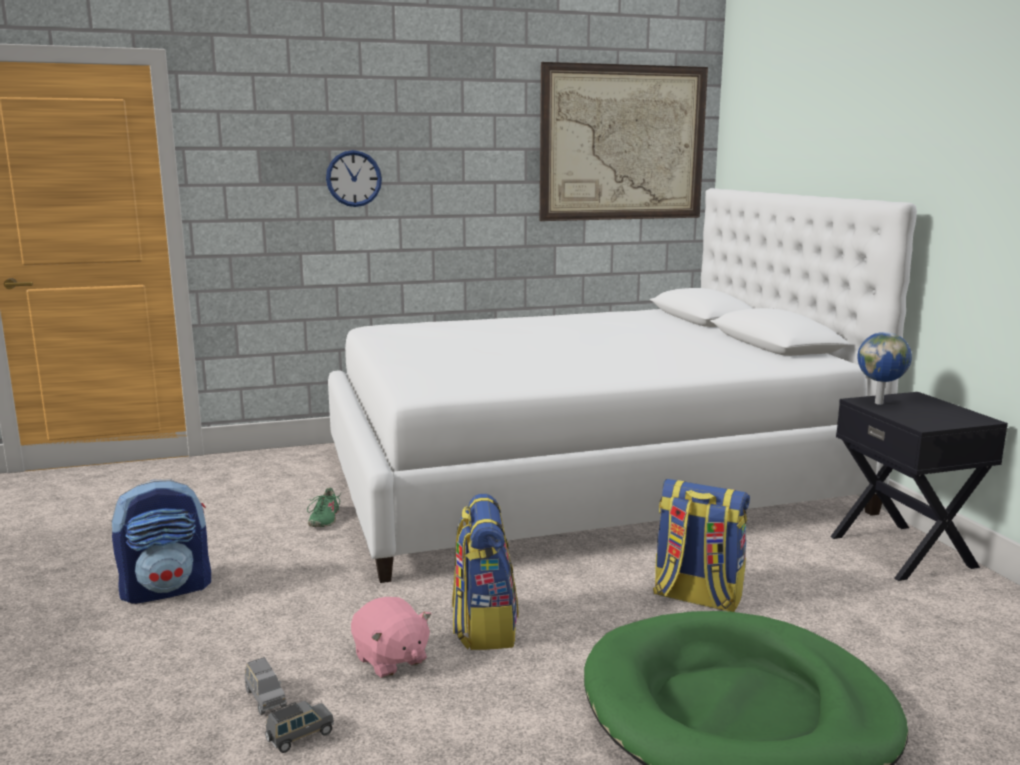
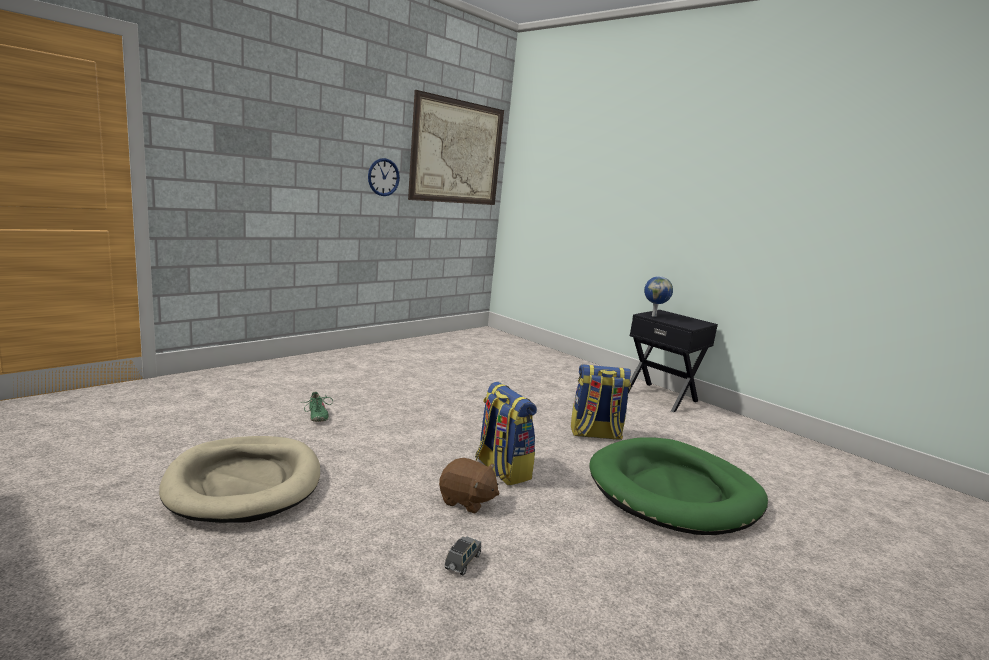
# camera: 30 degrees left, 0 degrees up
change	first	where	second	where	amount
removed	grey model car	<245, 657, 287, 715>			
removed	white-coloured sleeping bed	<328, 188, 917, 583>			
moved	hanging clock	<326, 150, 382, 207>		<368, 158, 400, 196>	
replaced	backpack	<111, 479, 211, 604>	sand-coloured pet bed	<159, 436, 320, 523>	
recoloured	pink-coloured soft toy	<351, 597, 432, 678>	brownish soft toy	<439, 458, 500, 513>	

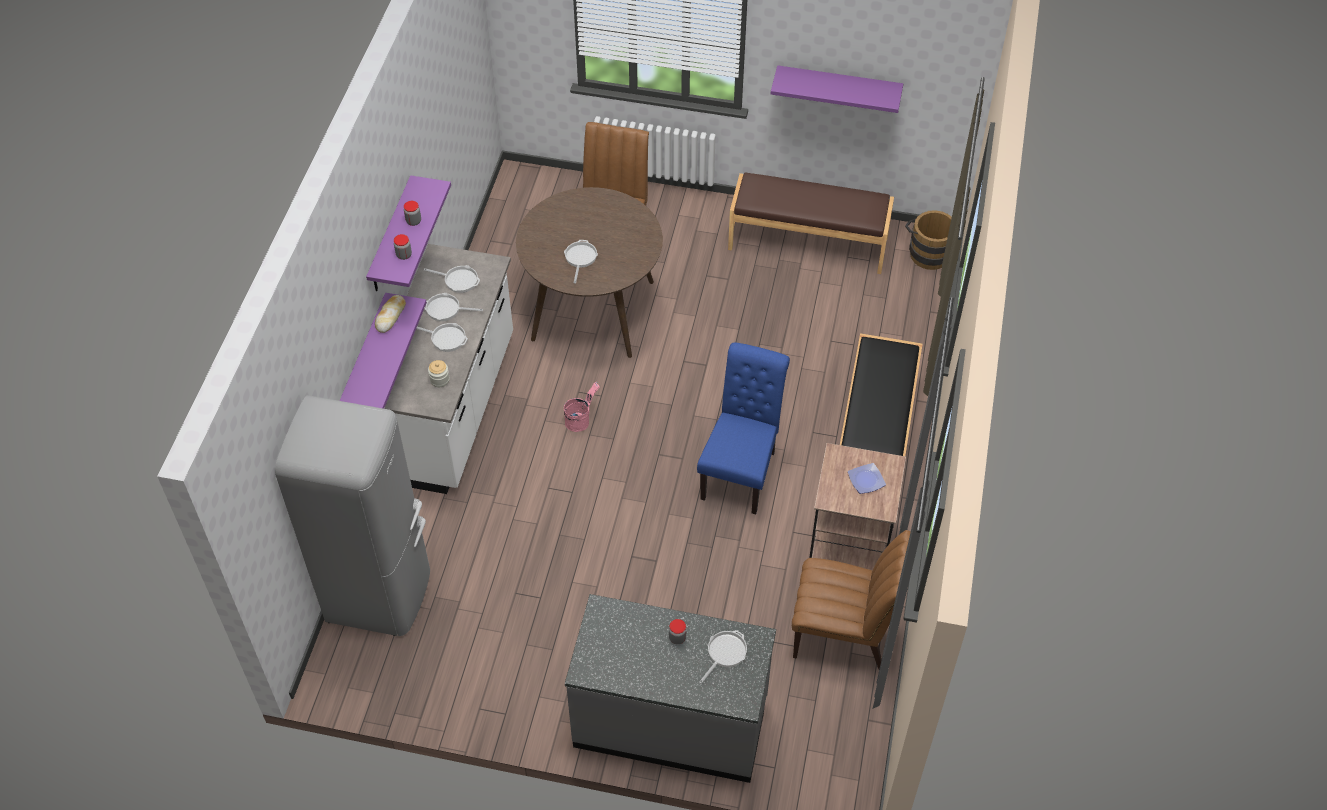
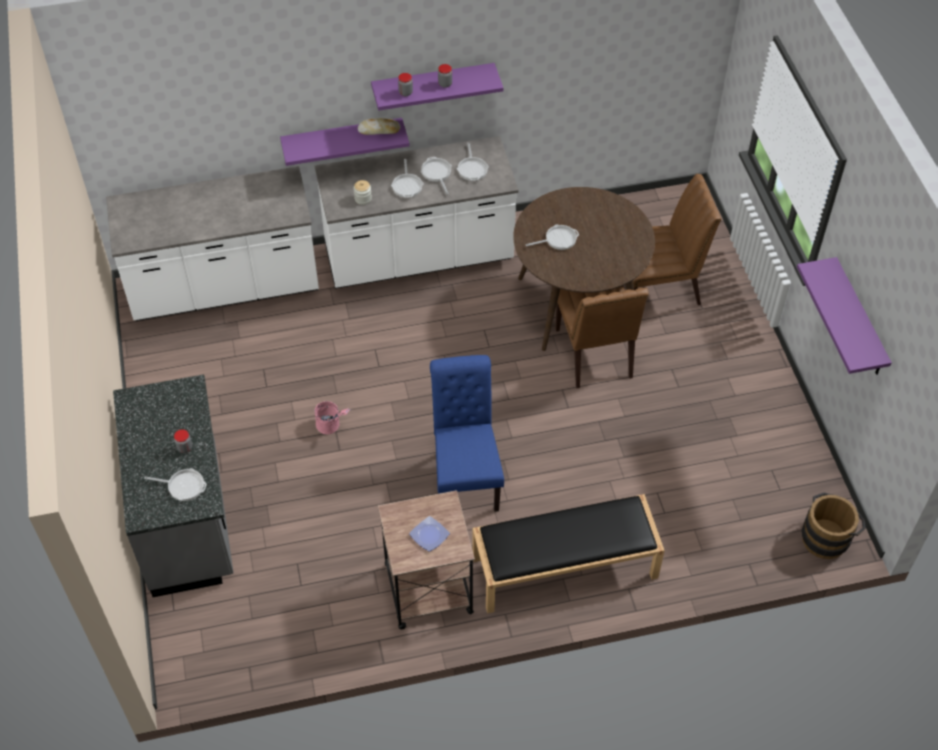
# camera: 65 degrees right, 0 degrees up
change	first	where	second	where	amount
removed	brownish indoor bench	<728, 172, 894, 274>			
moved	pink-coloured pail	<564, 382, 600, 432>		<315, 401, 351, 434>	
moved	brownish upright chair	<792, 530, 911, 669>		<556, 286, 649, 388>	
replaced	grey fridge	<275, 395, 430, 636>	white-coloured kitchen base unit	<106, 166, 319, 321>	
turned	blue upright chair	<697, 342, 790, 514>		<430, 355, 504, 512>	90 degrees counterclockwise

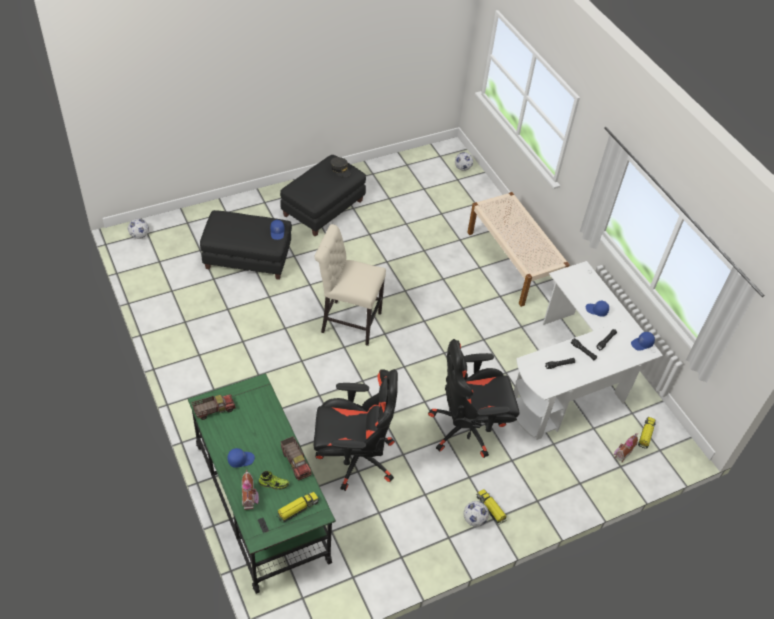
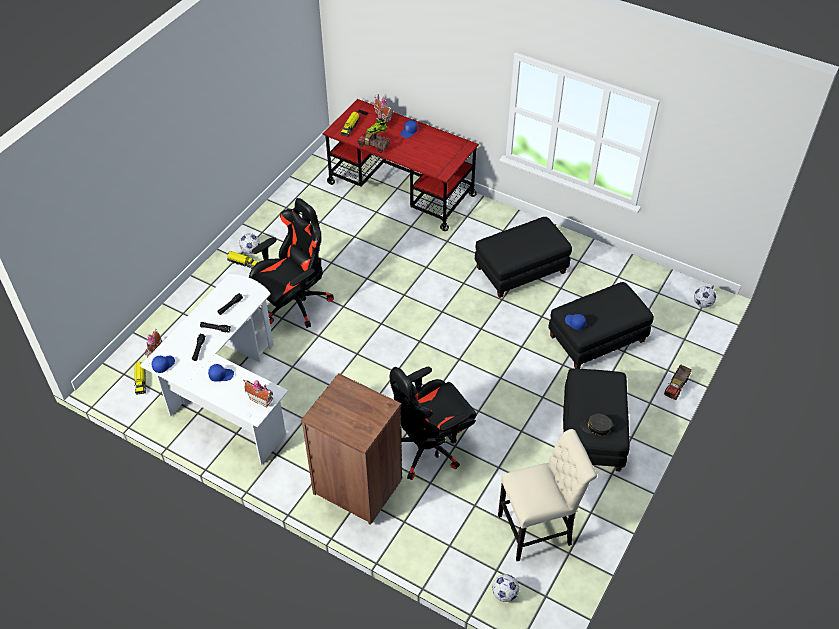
# camera: 150 degrees right, 0 degrees up
change	first	where	second	where	amount
added			miniature house	<243, 380, 273, 407>	
added			black pouffe	<475, 217, 572, 298>	
moved	toy truck	<191, 394, 236, 420>		<664, 364, 692, 400>	
moved	black computer chair	<314, 369, 398, 491>		<390, 367, 476, 480>	
moved	sand-coloured stool seat	<315, 224, 386, 346>		<498, 429, 597, 561>	
replaced	sand-coloured indoor bench	<467, 192, 570, 307>	brownish drawer chest	<301, 373, 402, 525>	
recoloured	greenish desk table	<188, 373, 336, 594>	red desk table	<323, 99, 479, 231>	

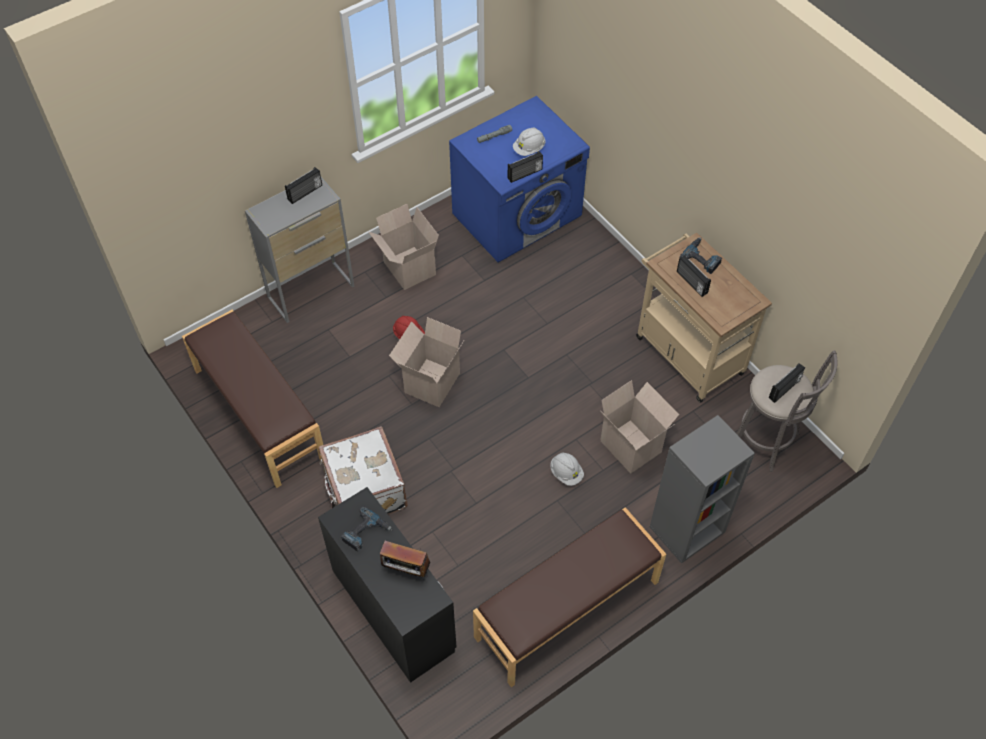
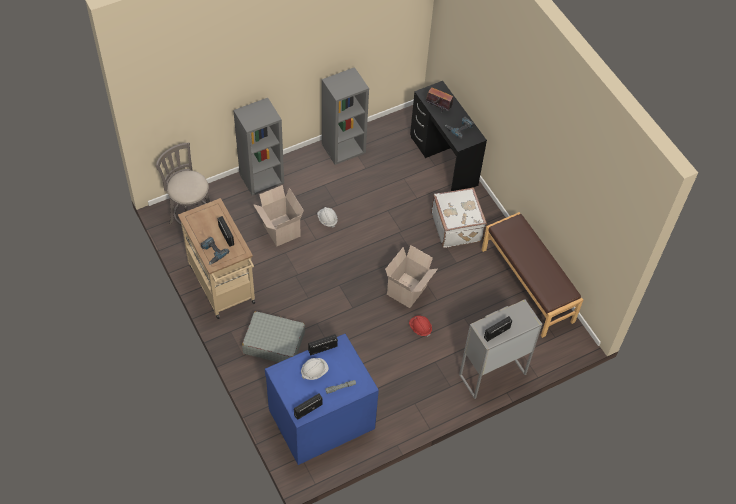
# camera: 175 degrees left, 0 degrees up
change	first	where	second	where	amount
removed	carton	<369, 204, 439, 290>			
added			grey suitcase	<242, 311, 305, 363>	
moved	radio receiver	<769, 363, 805, 403>		<294, 393, 323, 420>	
replaced	brownish indoor bench	<473, 507, 666, 687>	grey bookshelf	<322, 67, 369, 165>	

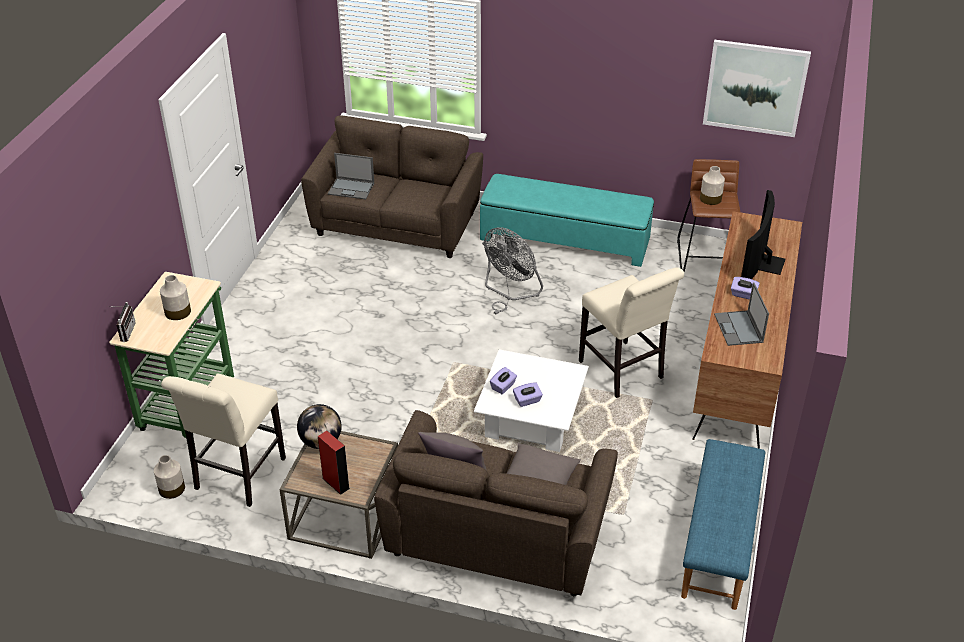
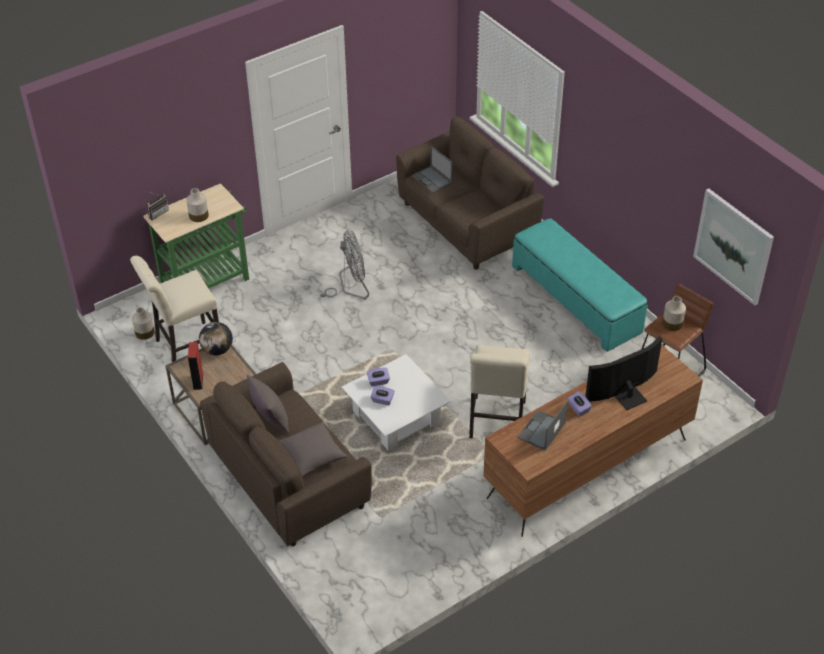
# camera: 40 degrees right, 5 degrees up
change	first	where	second	where	amount
removed	blue indoor bench	<681, 439, 765, 610>			
moved	grey electric fan	<482, 227, 543, 315>		<320, 230, 369, 300>	

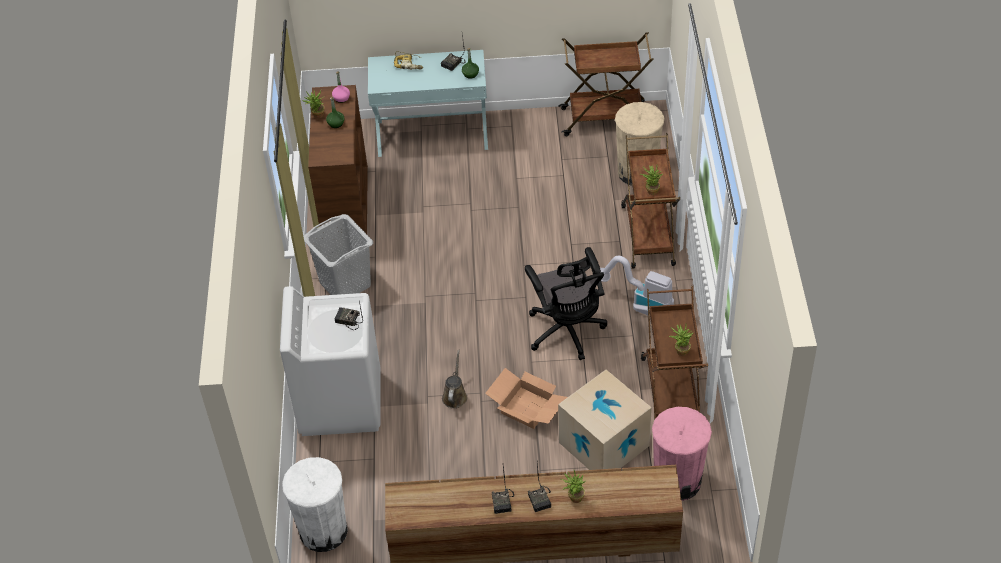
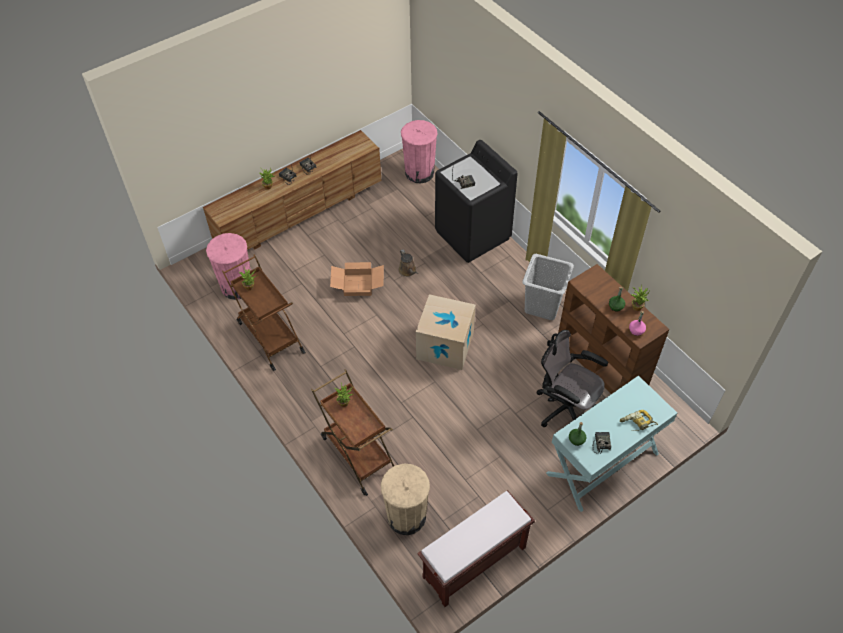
# camera: 145 degrees right, 5 degrees up
change	first	where	second	where	amount
removed	vacuum cleaner	<600, 256, 674, 315>			
moved	computer chair	<525, 247, 607, 360>		<536, 330, 608, 427>	
moved	carton	<558, 370, 652, 470>		<416, 294, 476, 370>	
replaced	brownish cart	<558, 32, 654, 136>	brownish indoor bench	<417, 490, 535, 607>	
recoloured	white-coloured laundry appliance	<280, 286, 381, 436>	black laundry appliance	<435, 140, 518, 263>	
recoloured	white-coloured trash can	<282, 457, 348, 552>	pink-coloured trash can	<401, 120, 437, 183>	

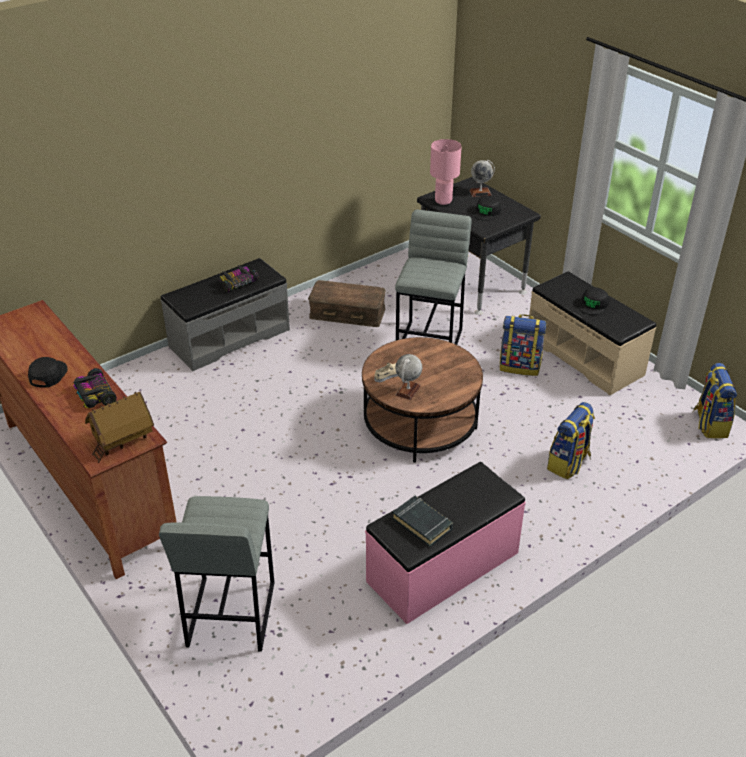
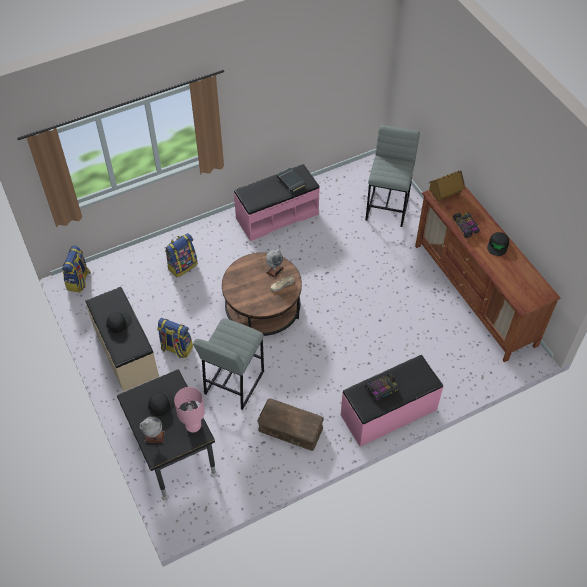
# camera: 170 degrees left, 15 degrees up
change	first	where	second	where	amount
recoloured	grey indoor bench	<160, 258, 290, 371>	pink-coloured indoor bench	<341, 355, 443, 447>	

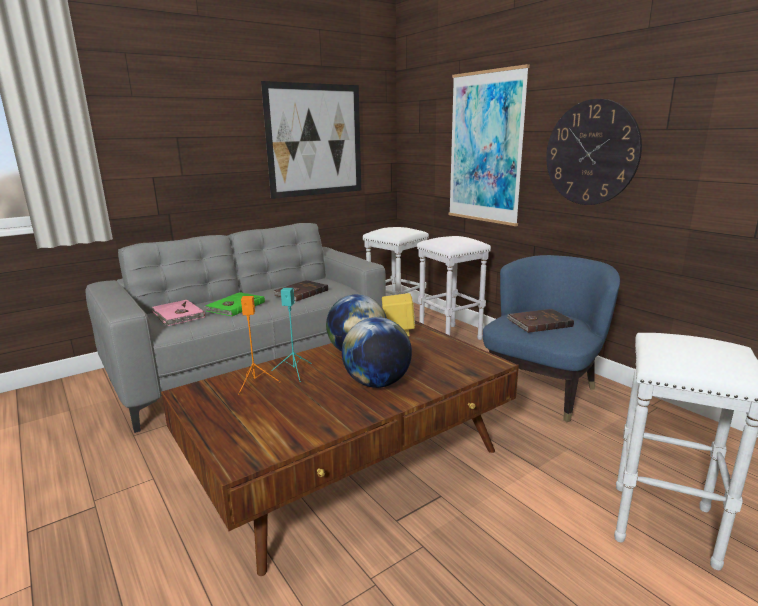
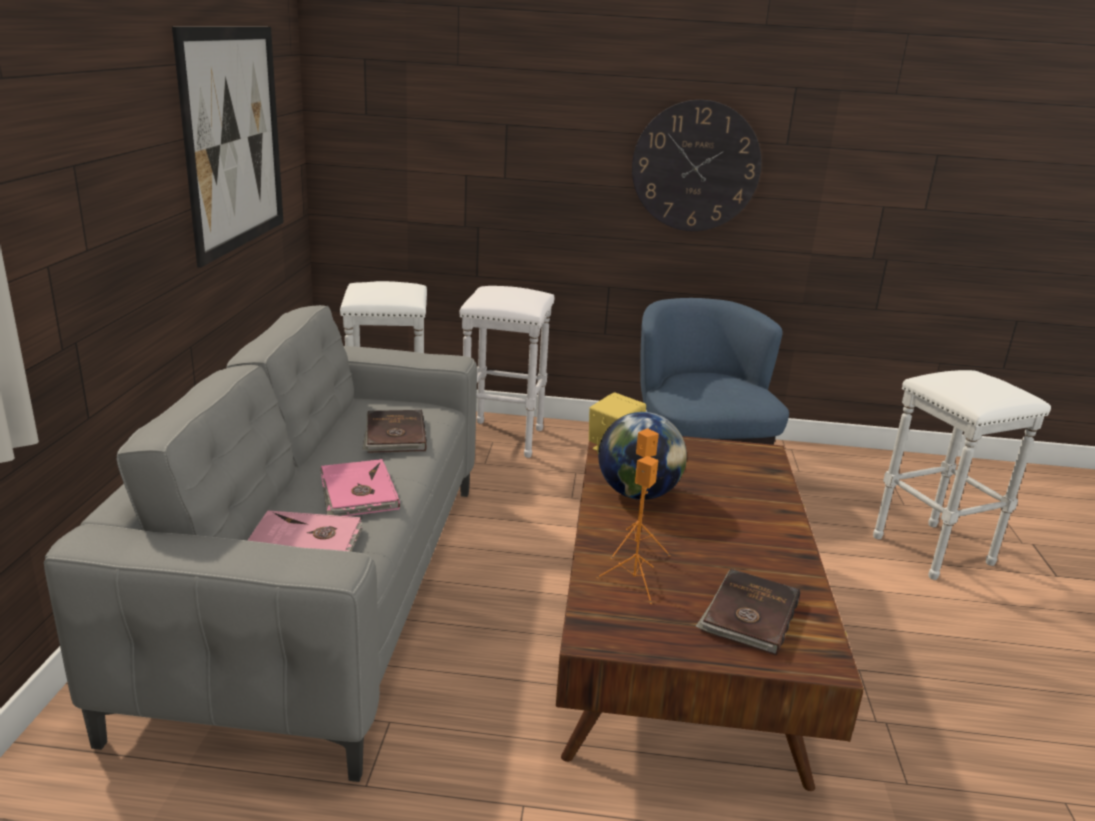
# camera: 50 degrees left, 5 degrees up
change	first	where	second	where	amount
removed	world globe	<342, 317, 412, 388>			
removed	picture	<448, 64, 530, 226>			
moved	brownish bound book	<507, 309, 574, 333>		<695, 569, 800, 656>	
recoloured	greenish bound book	<204, 292, 265, 316>	pink-coloured bound book	<320, 459, 400, 516>	
recoloured	turquoise-coloured audio speaker	<272, 288, 312, 382>	orangey audio speaker	<610, 428, 670, 559>	

